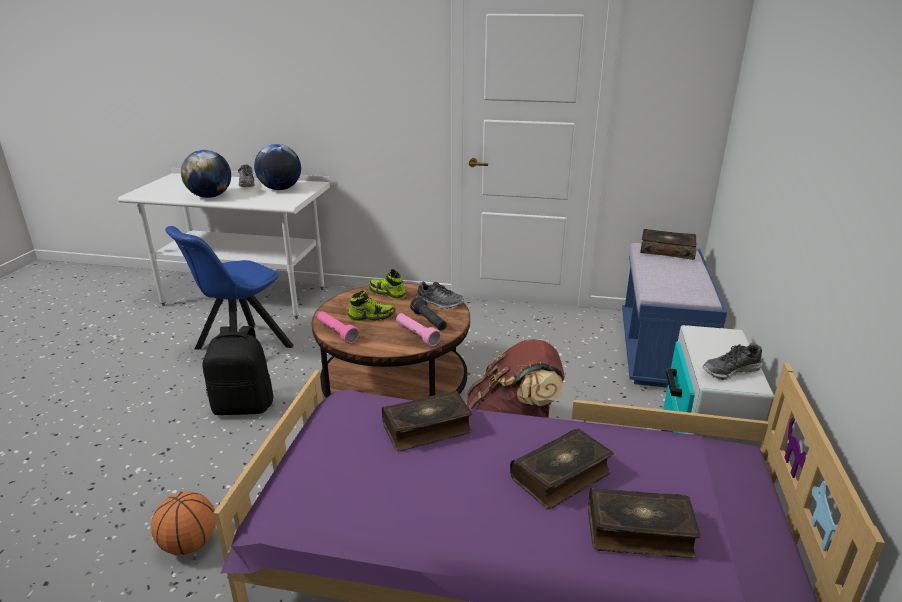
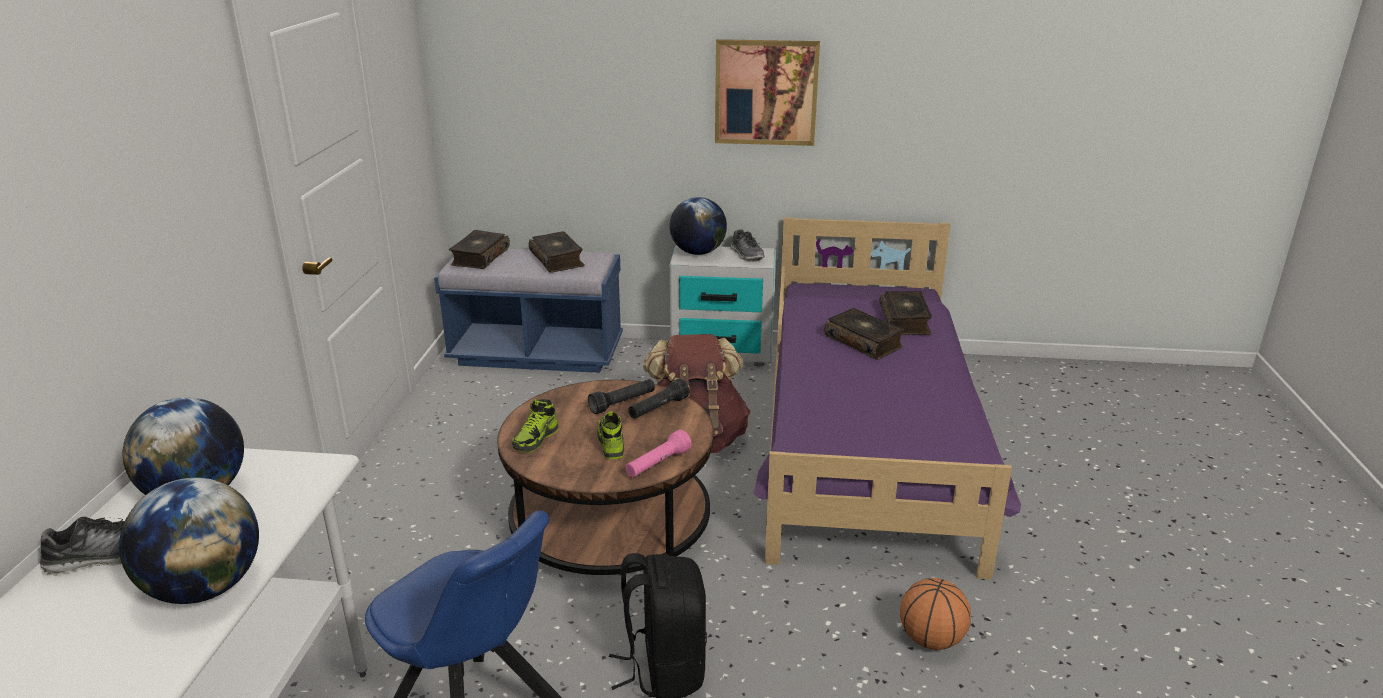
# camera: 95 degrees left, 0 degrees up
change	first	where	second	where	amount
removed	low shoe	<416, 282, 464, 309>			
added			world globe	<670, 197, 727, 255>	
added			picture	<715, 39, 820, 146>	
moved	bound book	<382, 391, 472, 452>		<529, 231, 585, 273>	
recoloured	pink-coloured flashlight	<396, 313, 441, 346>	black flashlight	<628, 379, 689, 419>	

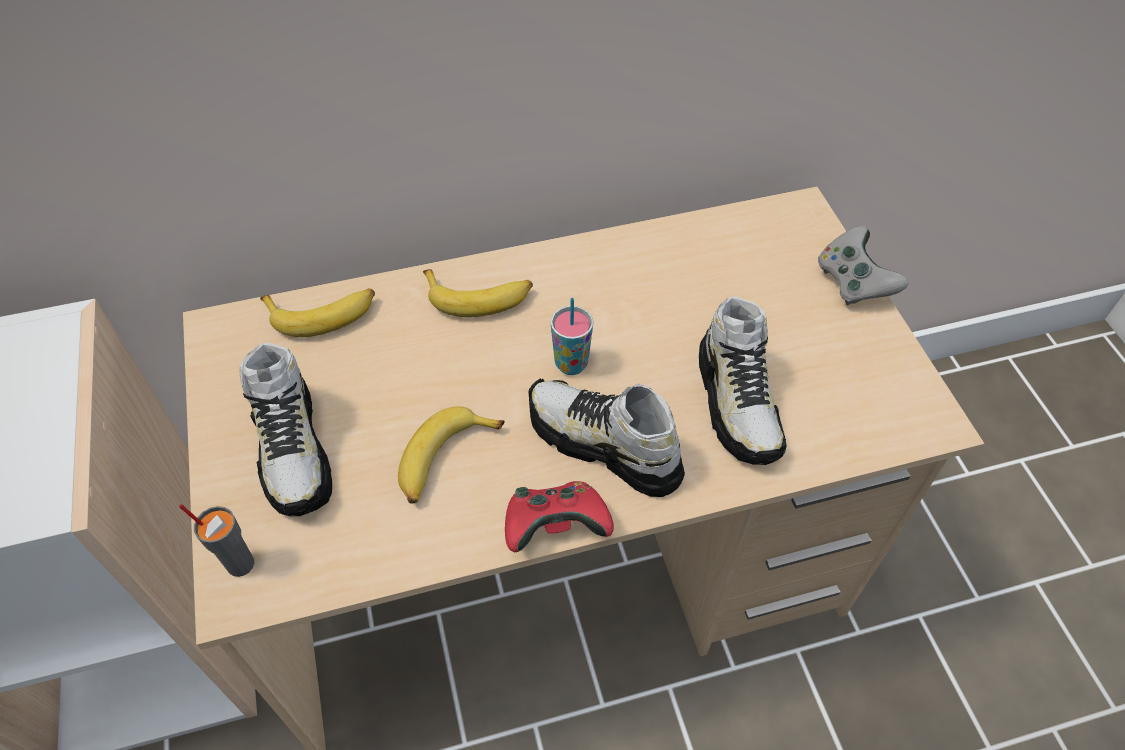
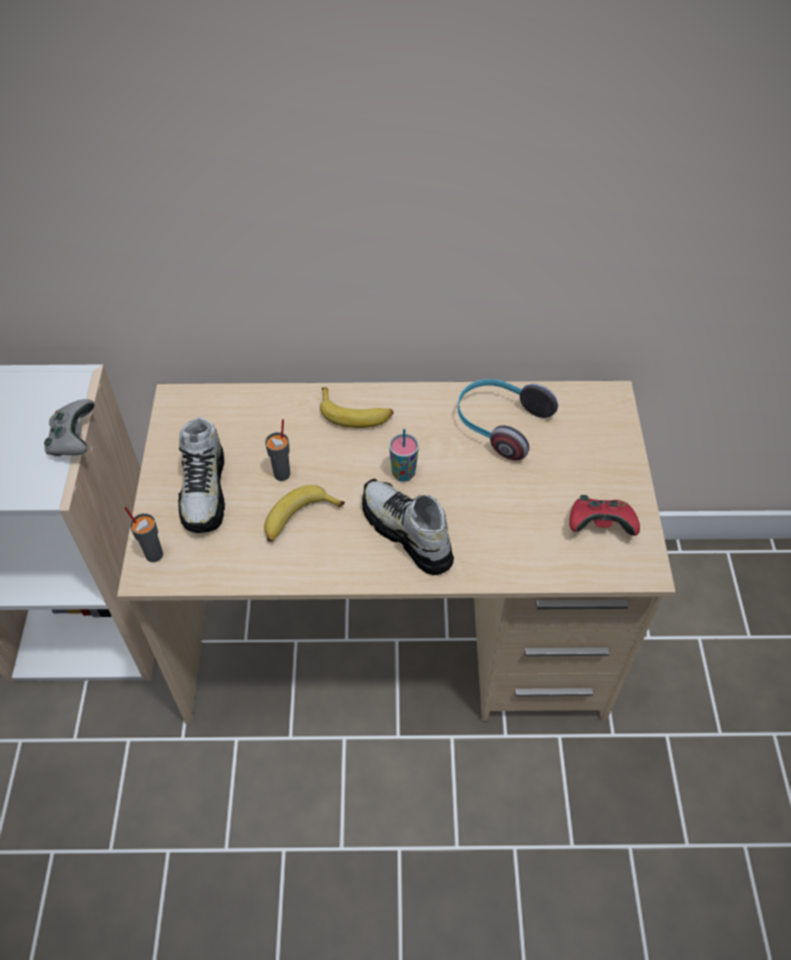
# camera: 15 degrees right, 0 degrees up
change	first	where	second	where	amount
removed	banana fruit	<260, 288, 375, 337>			
removed	low shoe	<699, 296, 787, 465>			
added			grey drinking cup	<265, 419, 290, 481>	
added			headphones	<458, 379, 558, 461>	
moved	red game controller	<505, 481, 614, 553>		<569, 495, 640, 536>	
moved	grey game controller	<818, 226, 909, 305>		<44, 399, 95, 456>	

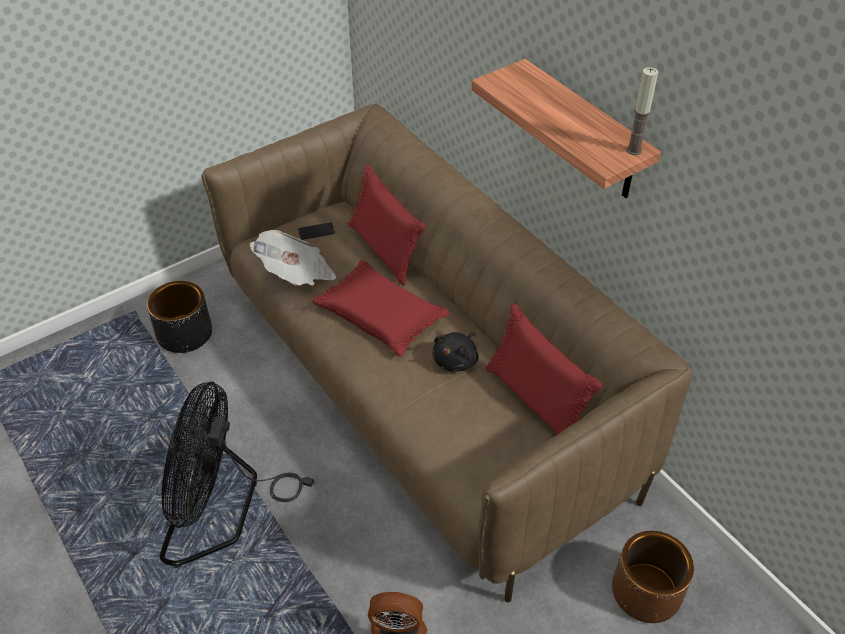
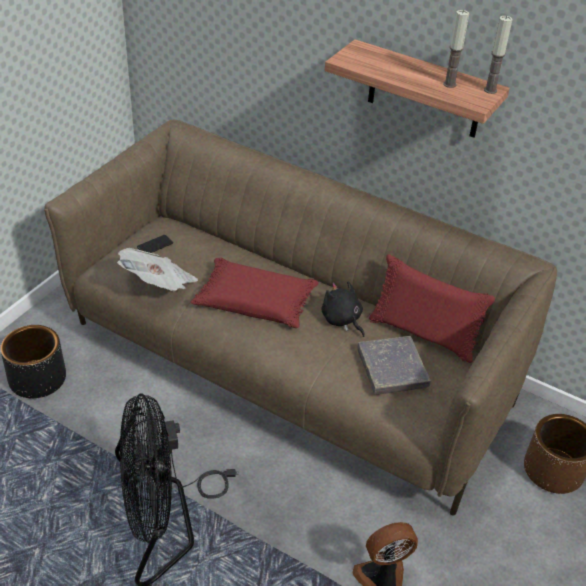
# camera: 25 degrees left, 5 degrees down
change	first	where	second	where	amount
removed	red pillow	<346, 165, 426, 286>			
added			grey bound book	<357, 336, 431, 395>	
added			candle	<443, 10, 469, 88>	
turned	black soft toy	<432, 332, 479, 372>		<321, 281, 365, 337>	135 degrees clockwise

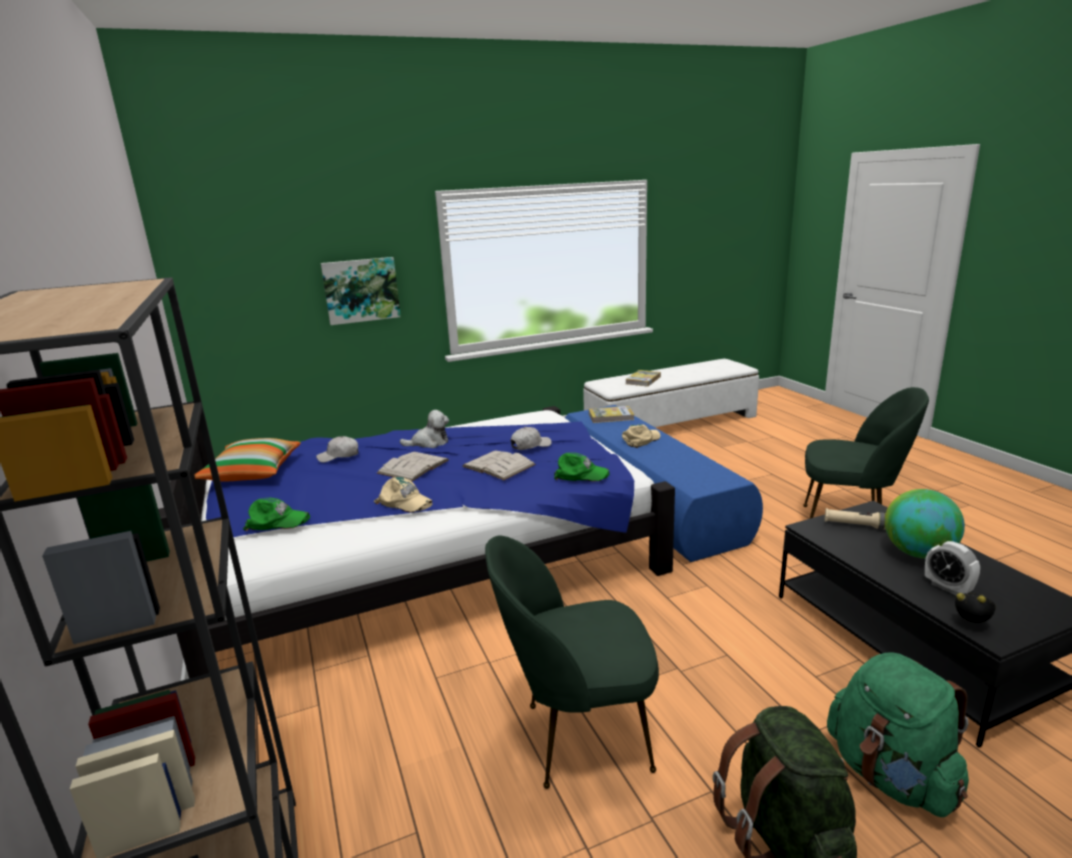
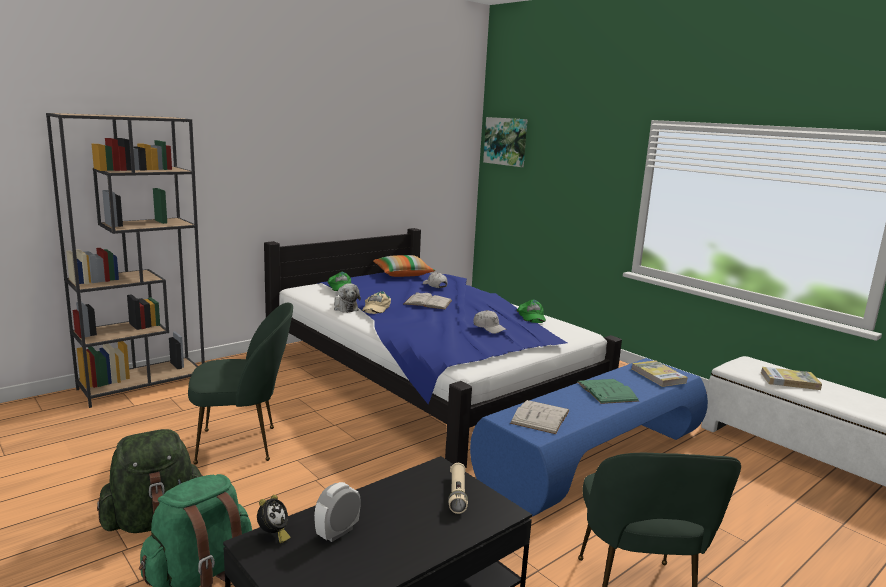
# camera: 70 degrees right, 5 degrees down
change	first	where	second	where	amount
removed	world globe	<885, 489, 965, 559>			
moved	picture	<321, 257, 401, 325>		<483, 117, 528, 167>	
moved	soft toy	<400, 410, 449, 448>		<334, 283, 361, 313>	
moved	white-coloured bound book	<462, 450, 536, 480>		<510, 400, 570, 434>	
moved	greenish baseball cap	<554, 452, 610, 481>		<516, 299, 546, 323>	
replaced	sand-coloured baseball cap	<622, 424, 661, 448>	greenish bound book	<577, 379, 639, 404>	
turned	greenish upright chair	<485, 536, 659, 789>		<188, 303, 293, 465>	105 degrees clockwise

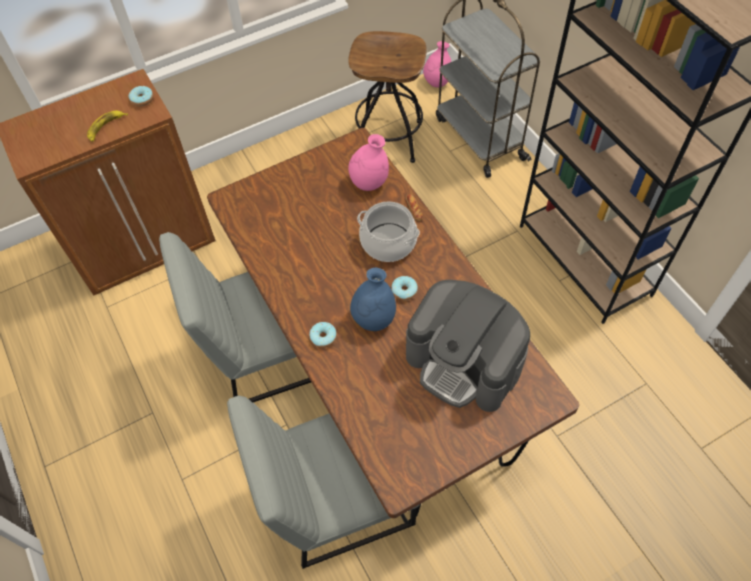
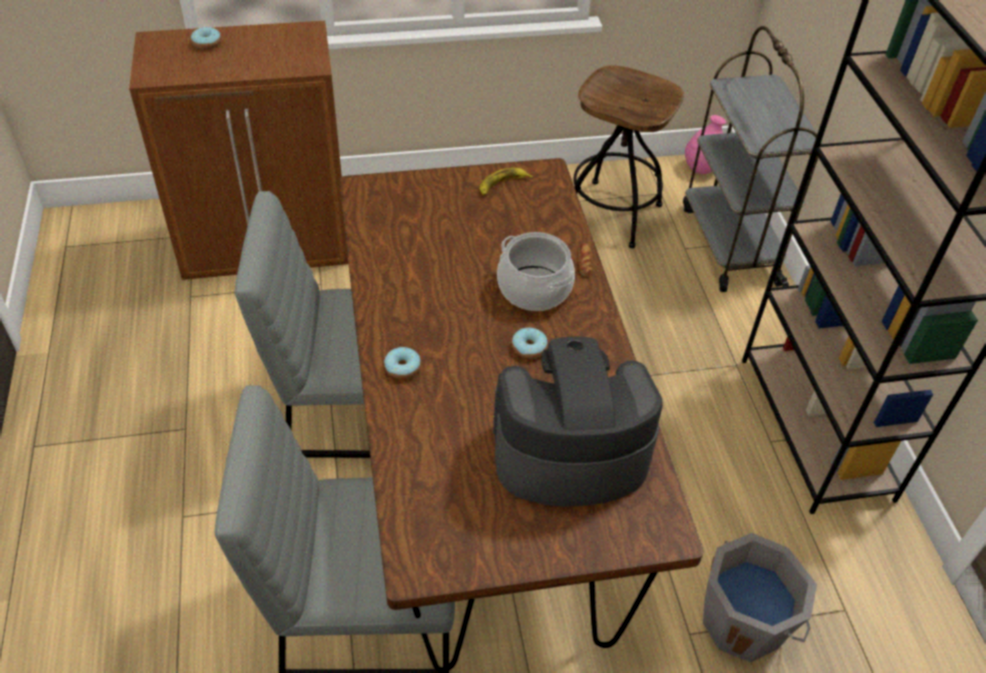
# camera: 15 degrees right, 10 degrees down
change	first	where	second	where	amount
removed	pink-coloured flower vase	<348, 134, 389, 191>			
removed	blue flower vase	<350, 268, 396, 331>			
added			grey pail	<703, 533, 817, 662>	
moved	banana fruit	<87, 111, 128, 142>		<479, 168, 533, 195>	
moved	donut	<129, 86, 153, 106>		<191, 27, 221, 50>	
turned	coffee brewer	<406, 280, 530, 412>		<493, 337, 663, 507>	120 degrees clockwise

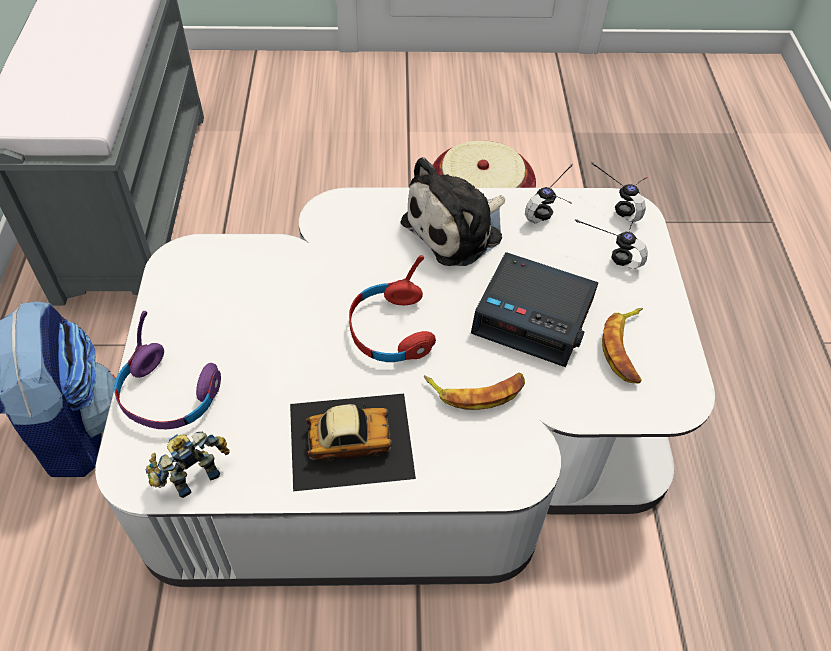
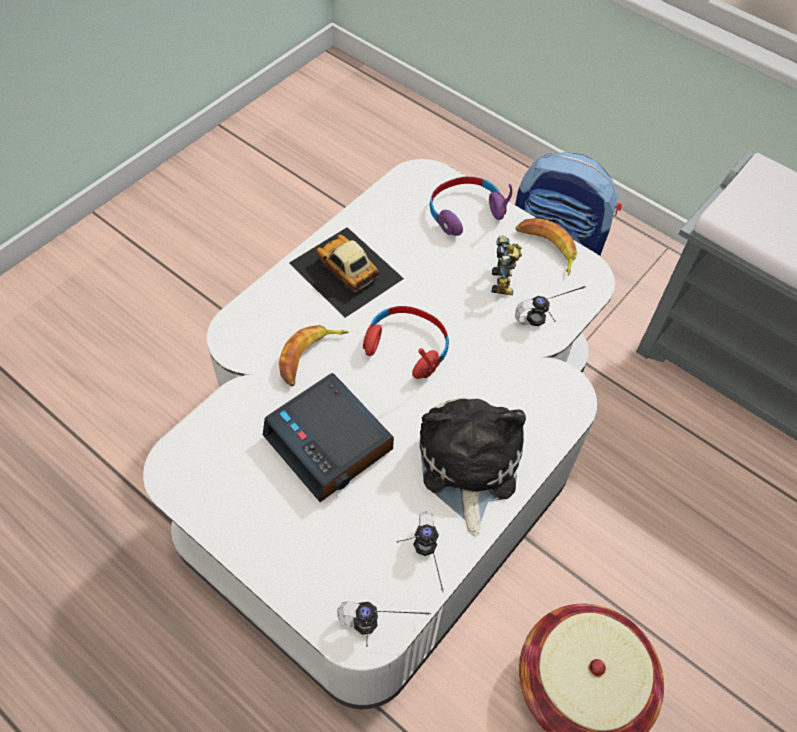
# camera: 130 degrees right, 5 degrees up
change	first	where	second	where	amount
moved	toy robot	<146, 432, 230, 498>		<491, 235, 522, 295>	
moved	headphones	<575, 219, 648, 269>		<515, 286, 586, 326>	
moved	banana fruit	<602, 308, 643, 384>		<516, 218, 577, 276>	
turned	model car	<290, 394, 416, 491>		<289, 227, 404, 318>	105 degrees clockwise
turned	alarm clock	<471, 252, 598, 367>		<263, 373, 394, 502>	105 degrees counterclockwise

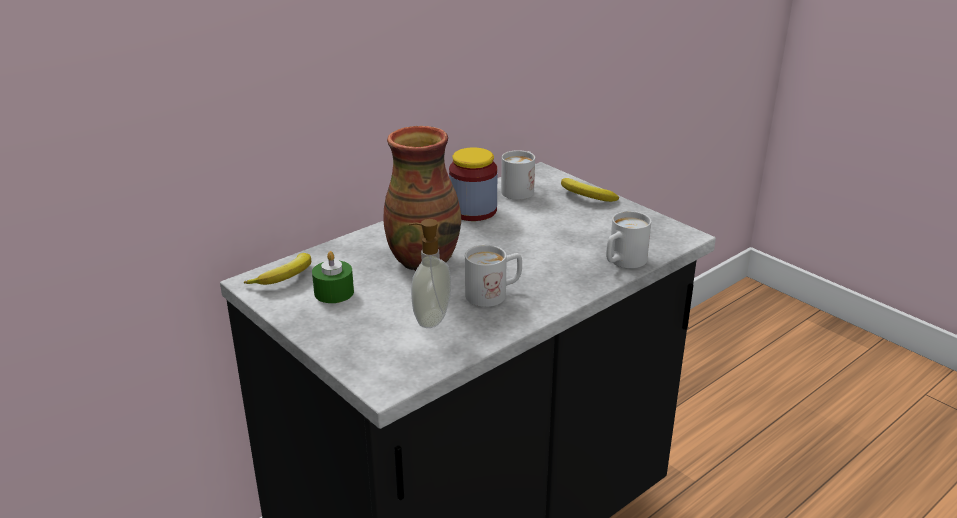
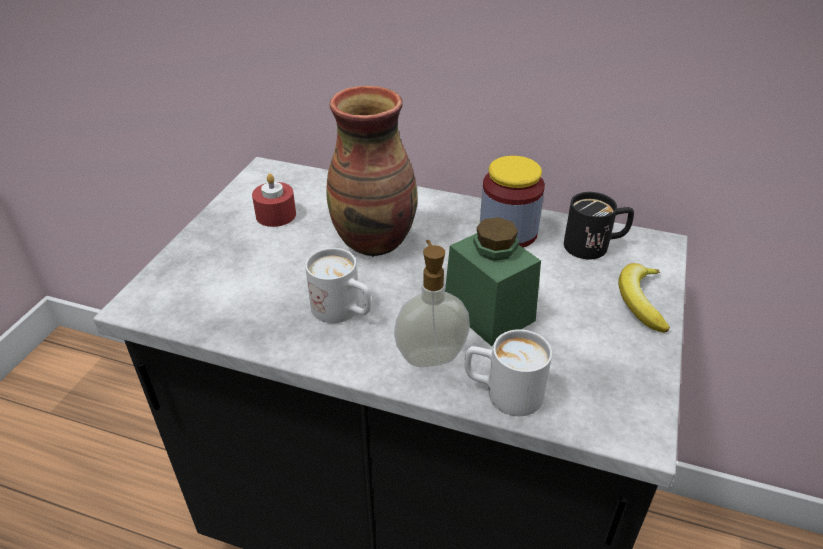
# camera: 60 degrees right, 10 degrees up
change	first	where	second	where	amount
removed	banana fruit	<244, 253, 311, 285>			
added			greenish preserve jar	<445, 217, 541, 346>	
moved	soap dispenser	<409, 219, 451, 328>		<394, 240, 470, 367>	
recoloured	greenish candle	<312, 251, 354, 303>	red candle	<252, 173, 296, 227>	
recoloured	white-coloured coffee mug	<501, 150, 535, 200>	black coffee mug	<564, 192, 634, 260>	

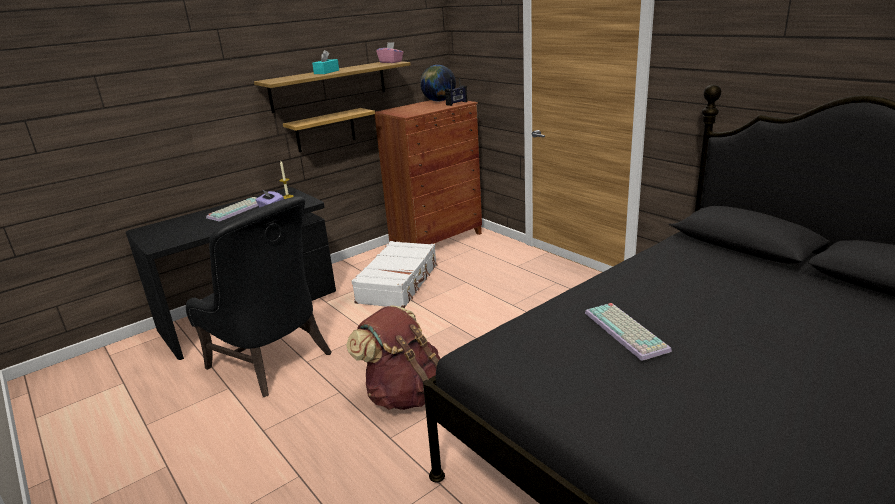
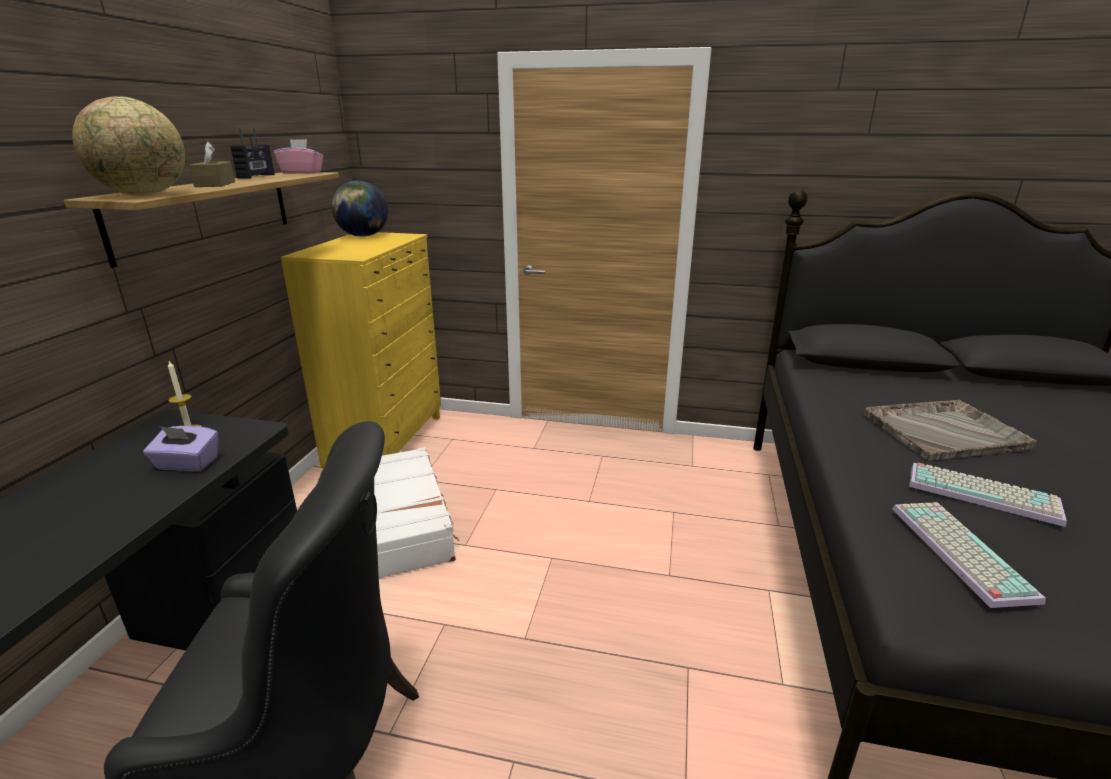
# camera: 40 degrees left, 0 degrees up
change	first	where	second	where	amount
removed	shelf	<283, 108, 375, 152>			
removed	brownish backpack	<346, 306, 441, 410>			
added			world globe	<72, 96, 185, 196>	
added			grey serving tray	<864, 400, 1037, 461>	
moved	keyboard	<206, 197, 258, 222>		<892, 502, 1046, 608>	
moved	radio receiver	<445, 78, 467, 106>		<230, 128, 275, 179>	
recoloured	turquoise-coloured tissue box	<312, 50, 339, 74>	brownish tissue box	<189, 141, 235, 187>	
recoloured	brownish drawer chest	<375, 100, 482, 244>	yellow-coloured drawer chest	<281, 232, 441, 469>	

